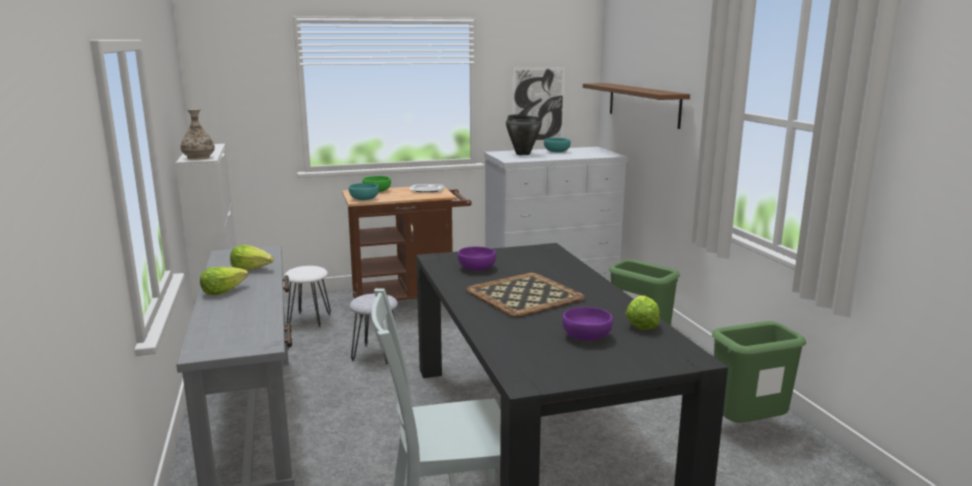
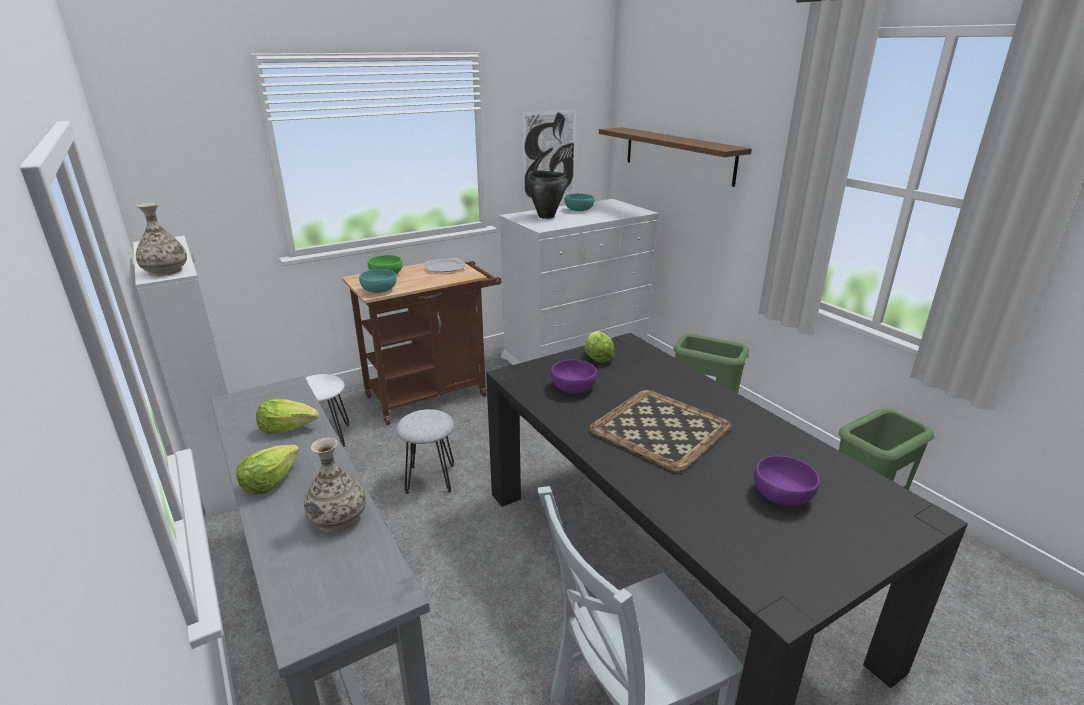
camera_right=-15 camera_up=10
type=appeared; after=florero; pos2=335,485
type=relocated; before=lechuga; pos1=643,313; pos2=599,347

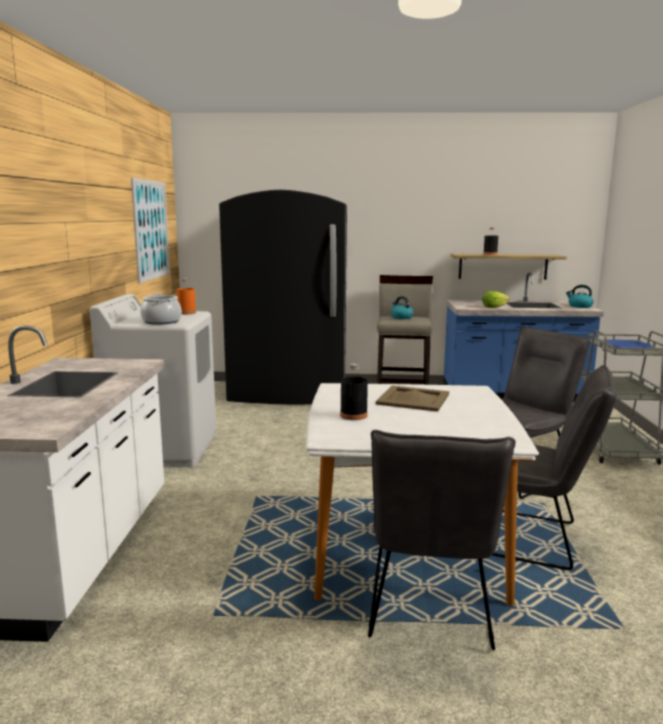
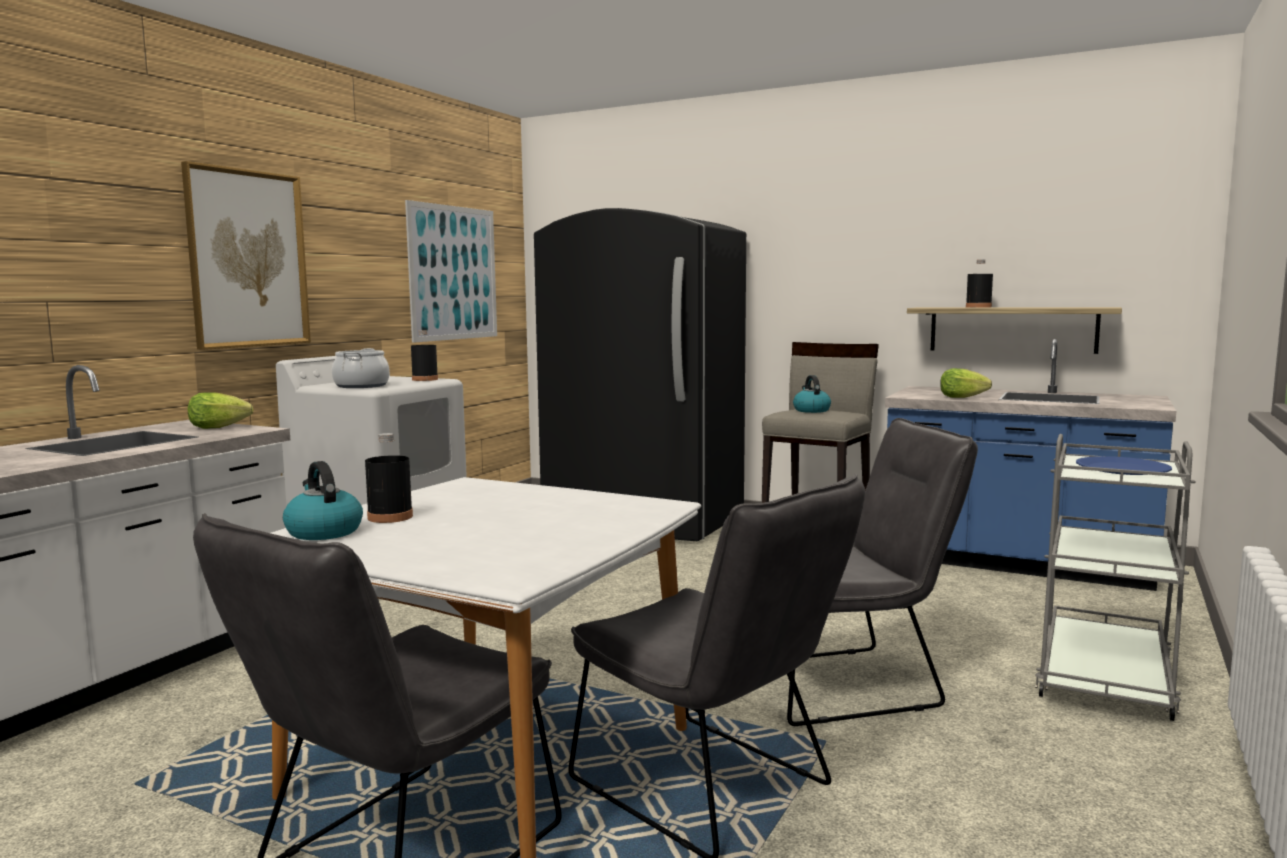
camera_right=25 camera_up=-5
type=appeared; after=cuadro; pos2=246,255
type=appeared; after=lechuga; pos2=221,410
type=relocated; before=hervidor; pos1=579,296; pos2=323,500
type=colour; before=botella/naranja; after=botella/negro; pos1=186,296; pos2=424,356
type=missing; before=bandeja/beis; pos1=412,398

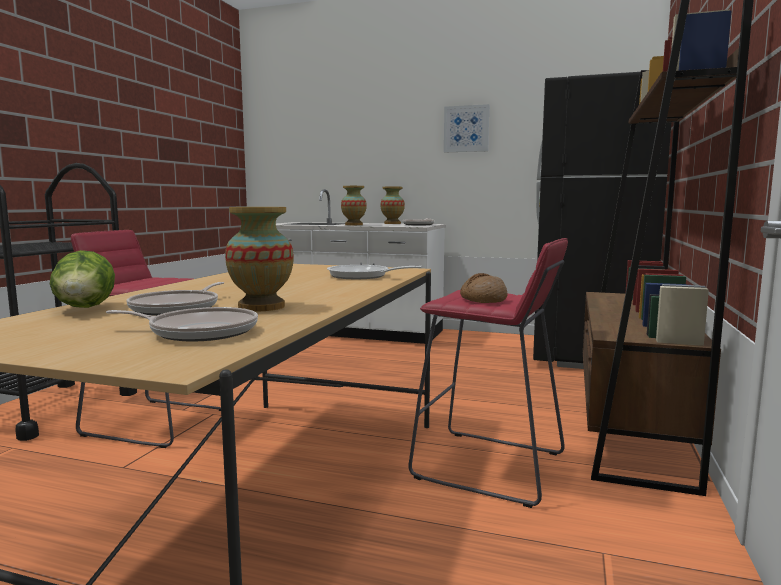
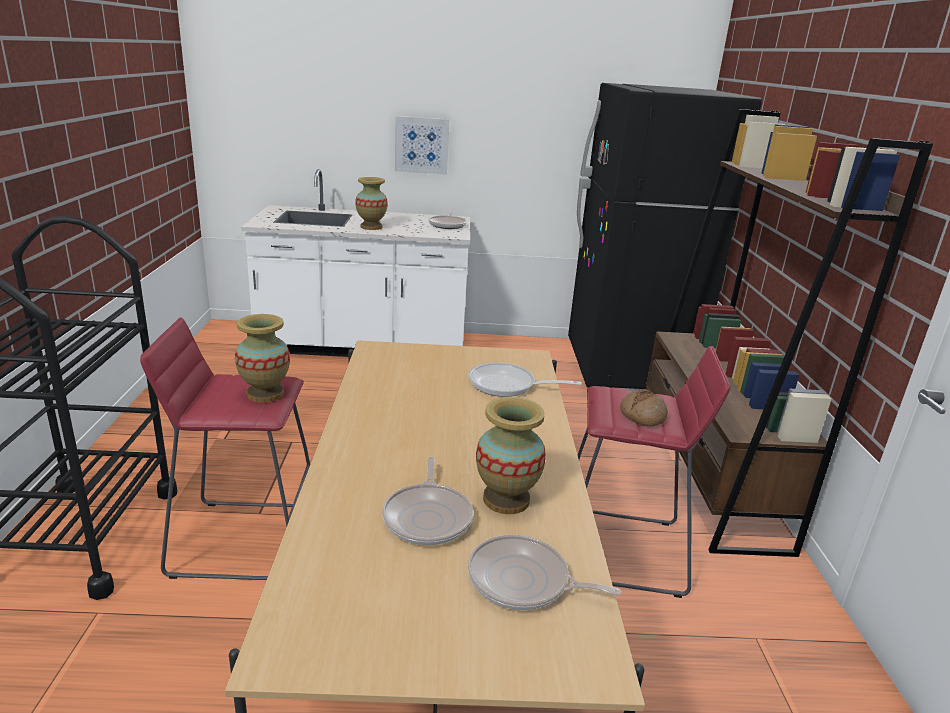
camera_right=-20 camera_up=15
type=relocated; before=florero; pos1=392,205; pos2=262,358
type=relocated; before=cuadro; pos1=466,128; pos2=422,145
type=spun; before=sartén; pos1=182,324; pos2=545,572; turn=-150
type=missing; before=lechuga; pos1=82,279

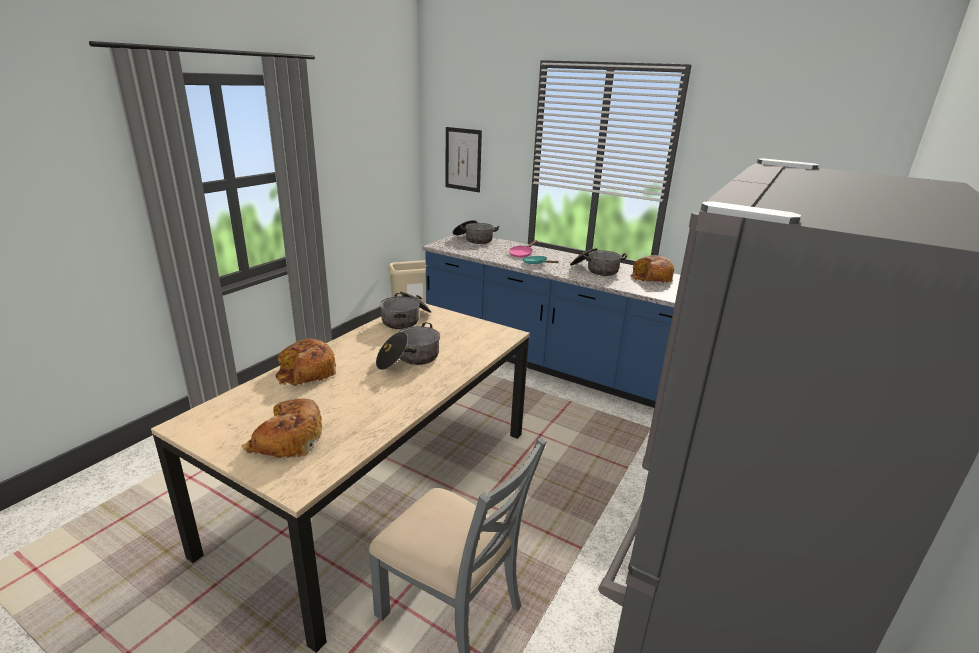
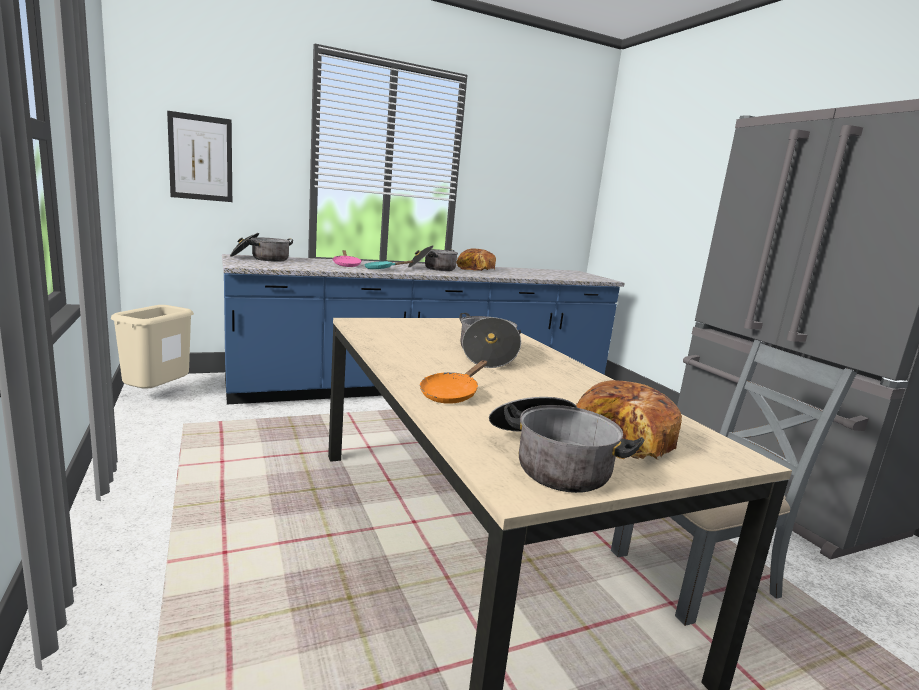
camera_right=-55 camera_up=-10
type=exchanged; before=pan; after=sartén/naranja; pos1=305,362; pos2=453,382
type=relocated; before=olla; pos1=405,310; pos2=566,445

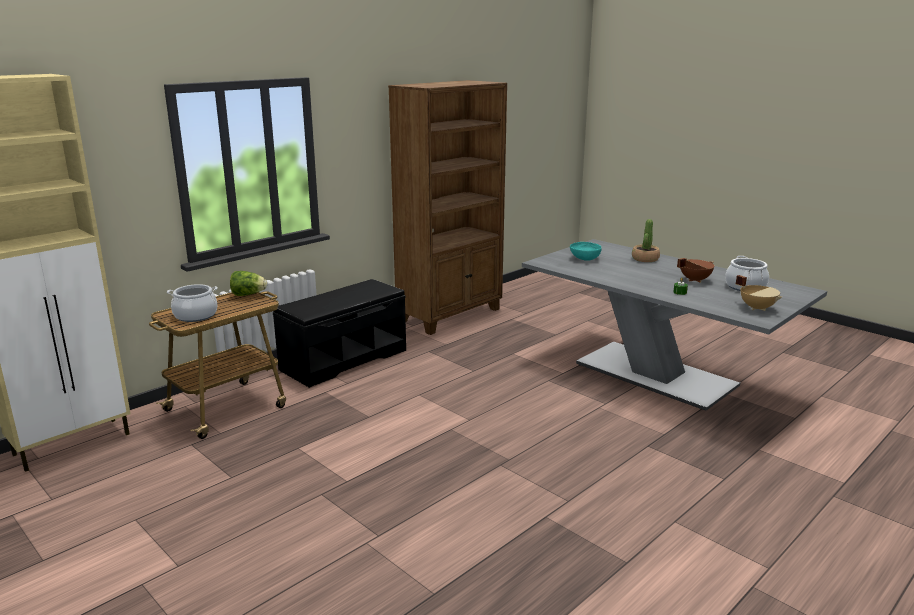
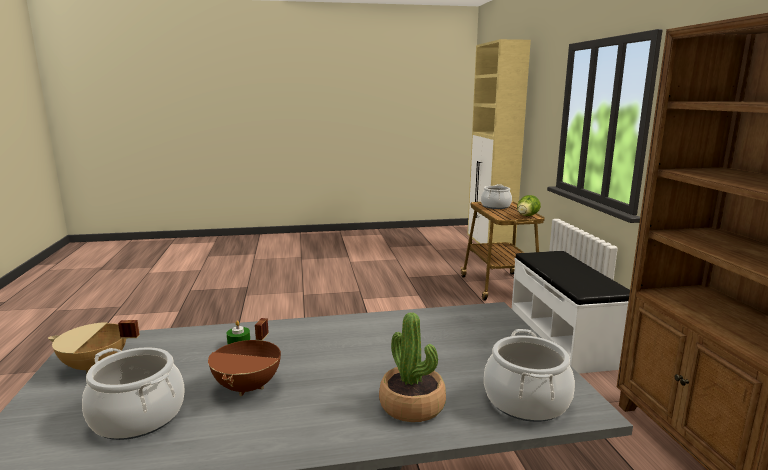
camera_right=125 camera_up=-5
type=appeared; after=olla; pos2=529,375
type=colour; before=banco/negro; after=banco/blanco; pos1=339,333; pos2=571,312
type=missing; before=cuenco/turquesa; pos1=585,251

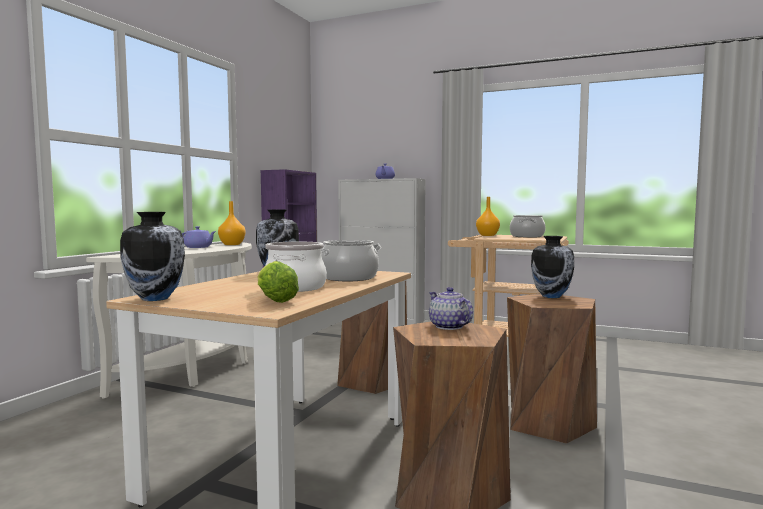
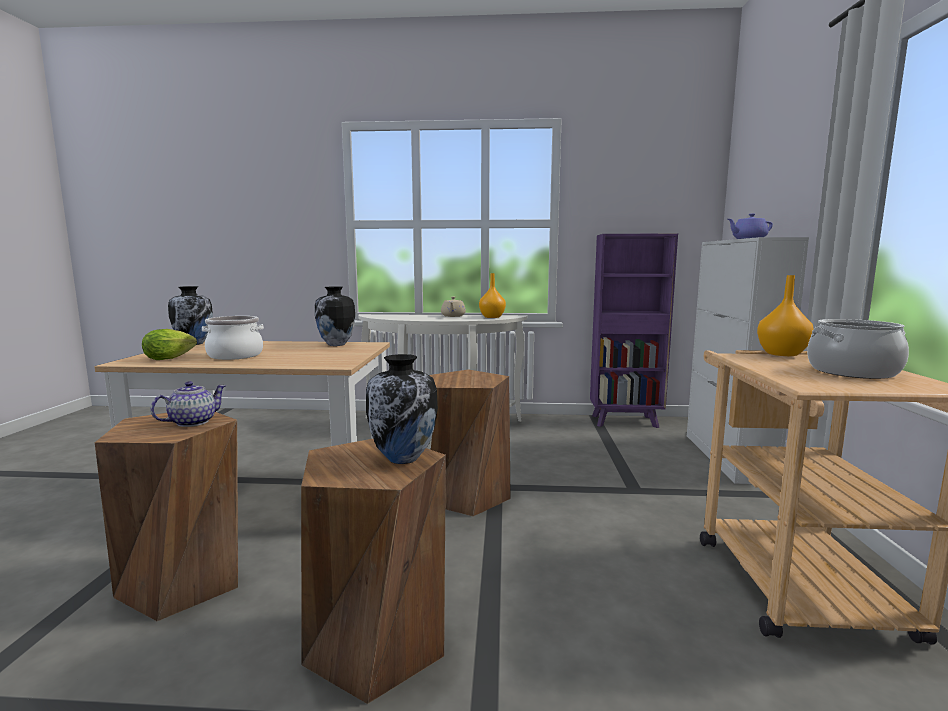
camera_right=70 camera_up=5
type=colour; before=tetera/morado; after=tetera/beis; pos1=199,237; pos2=453,307
type=missing; before=olla; pos1=351,260

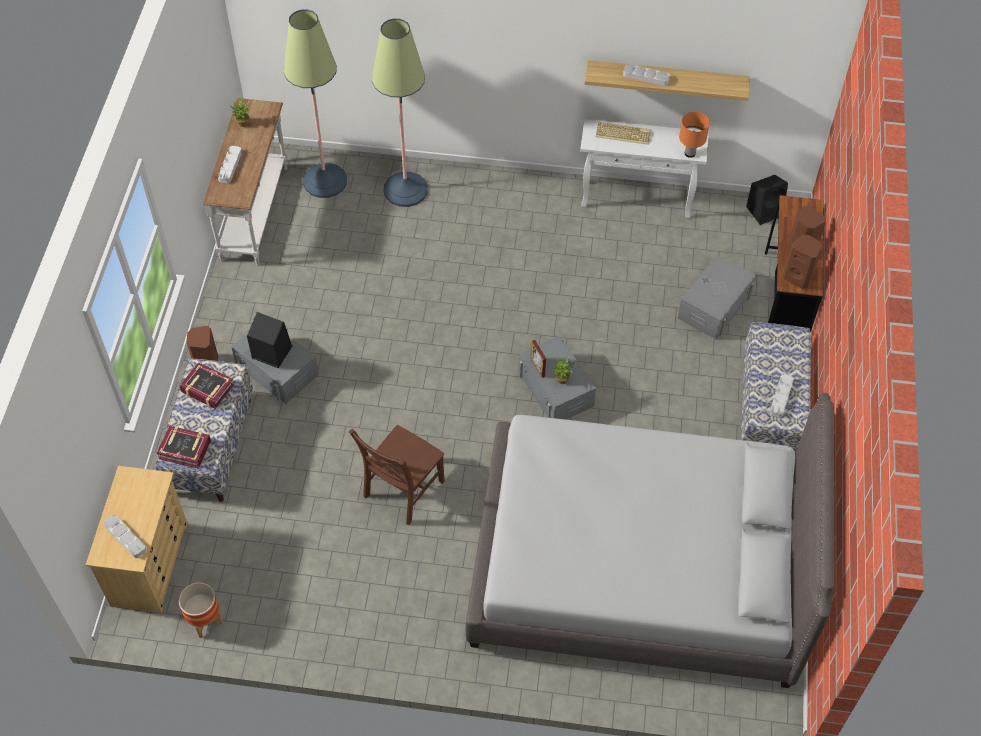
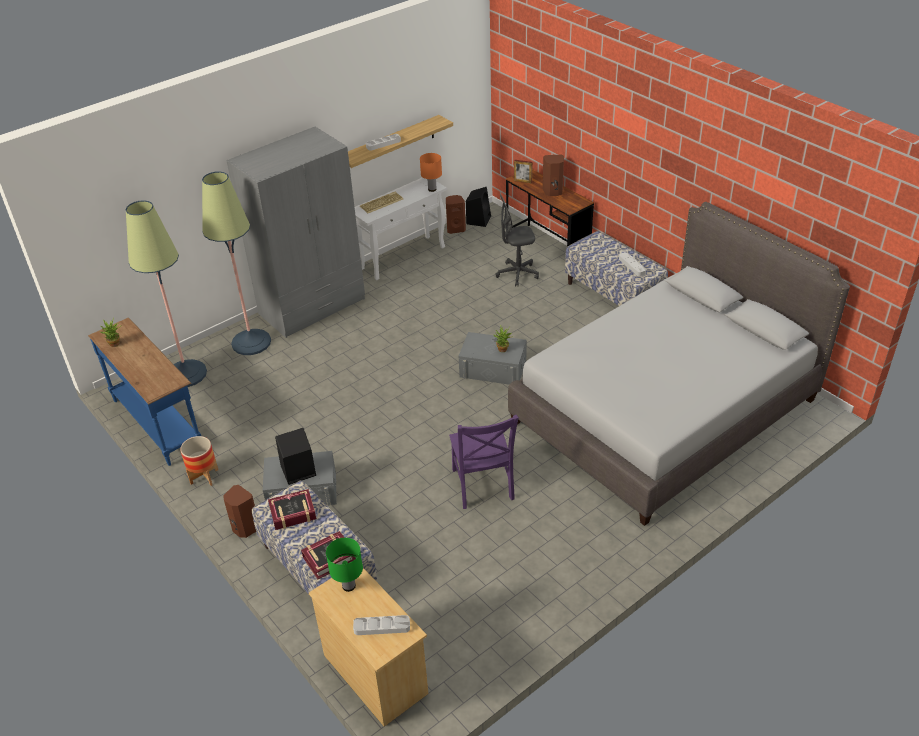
camera_right=-45 camera_up=-15
type=colour; before=mesa consola/blanco; after=mesa consola/azul; pos1=245,182; pos2=144,392
type=relocated; before=maceta; pos1=201,610; pos2=199,461
type=appeared; after=armario ropero/gris; pos2=295,232
type=appeared; after=lámpara de mesa/verde; pos2=344,565
type=relocated; before=altavoz/marrón; pos1=802,262; pos2=456,214
type=colour; before=silla/marrón; after=silla/morado; pos1=396,475; pos2=484,462
type=exchanged; before=caja de almacenaje/gris; after=silla de oficina/gris; pos1=717,297; pos2=517,240
type=relocated; before=portarretratos; pos1=538,358; pos2=523,171
type=missing; before=bandeja/gris; pos1=230,164

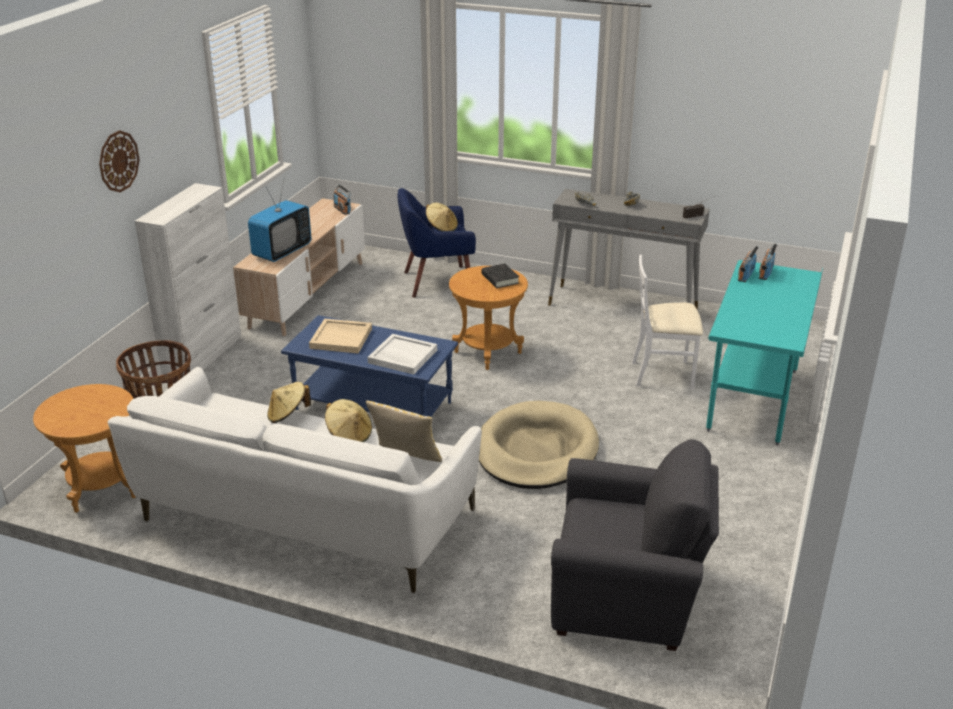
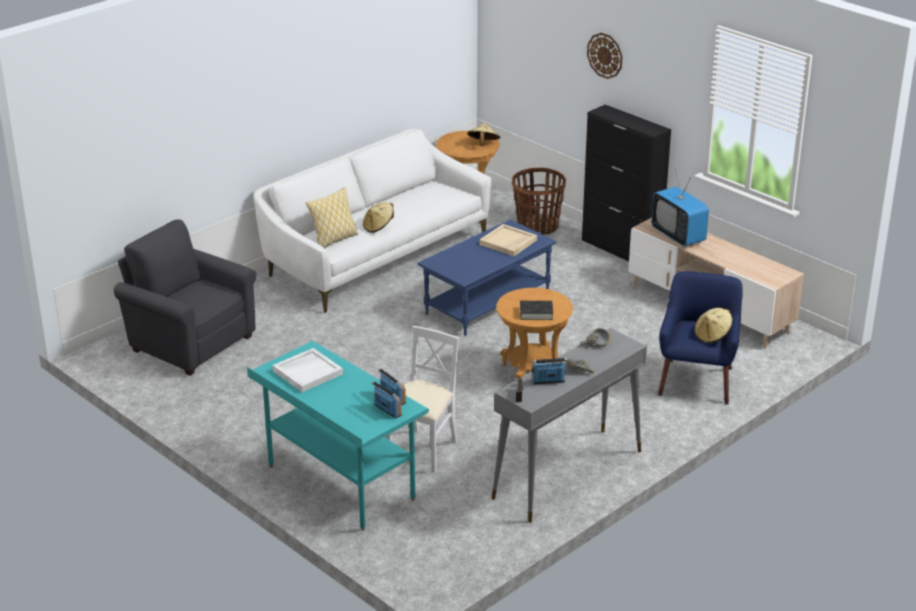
camera_right=115 camera_up=0
type=spun; before=sillón/gris; pos1=635,545; pos2=185,297; turn=90
type=relocated; before=bandeja/blanco; pos1=402,354; pos2=308,370
type=relocated; before=sombrero/beis; pos1=289,402; pos2=483,134
type=relocated; before=radio; pos1=342,199; pos2=549,371
type=colour; before=armario/blanco; after=armario/negro; pos1=188,282; pos2=626,183
type=missing; before=cama para perro/beis; pos1=539,445

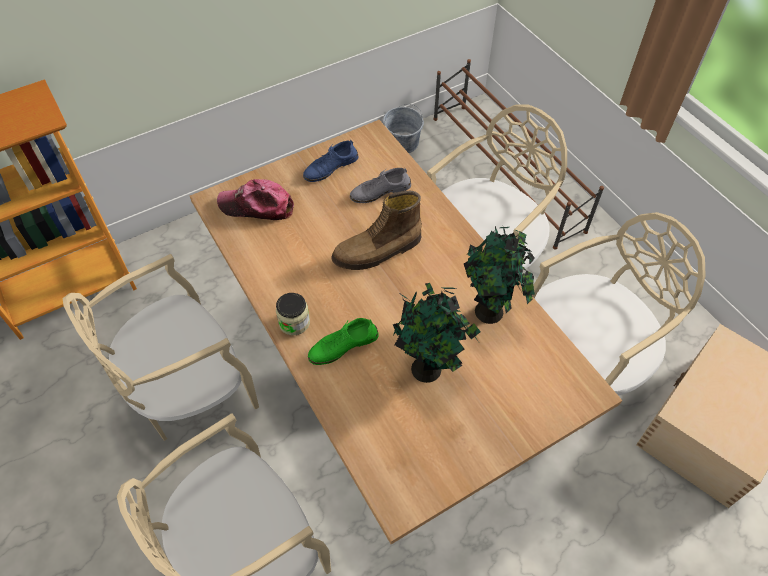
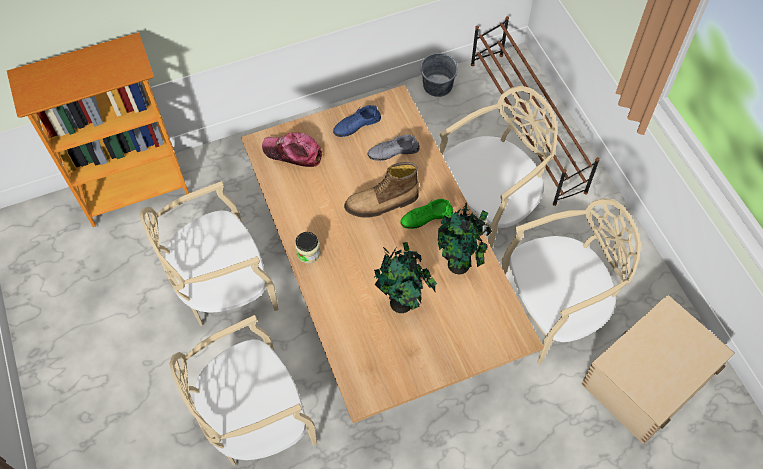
camera_right=10 camera_up=5
type=relocated; before=zapato/verde; pos1=343,341; pos2=426,214

